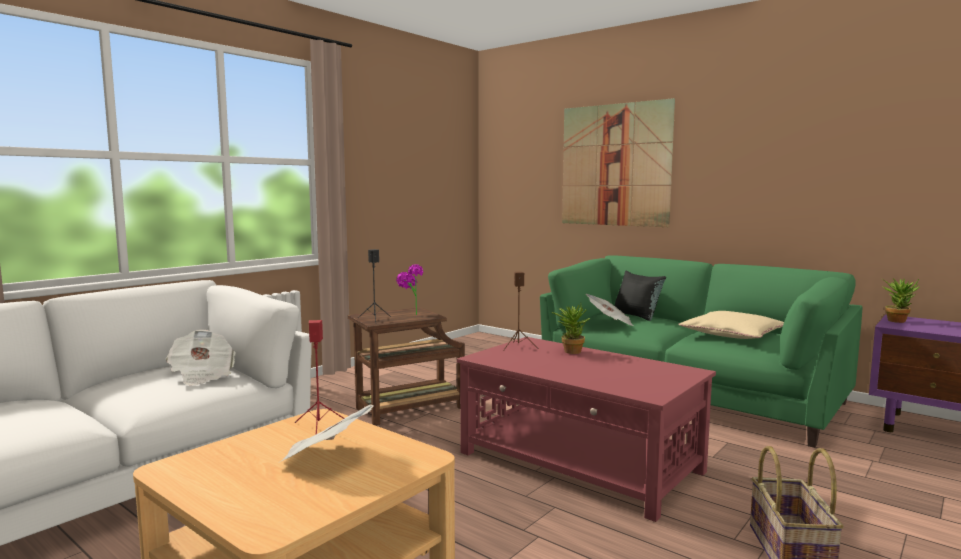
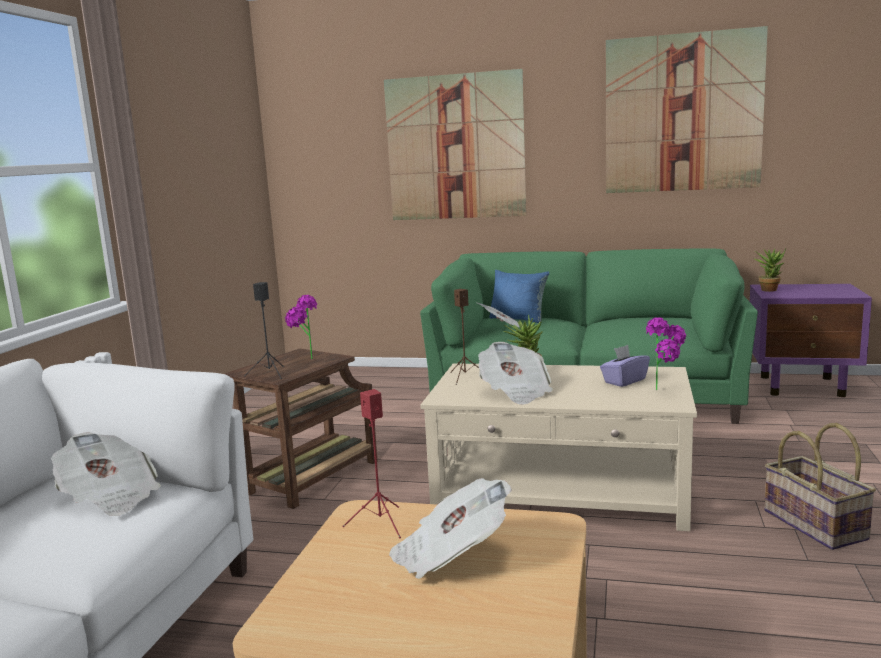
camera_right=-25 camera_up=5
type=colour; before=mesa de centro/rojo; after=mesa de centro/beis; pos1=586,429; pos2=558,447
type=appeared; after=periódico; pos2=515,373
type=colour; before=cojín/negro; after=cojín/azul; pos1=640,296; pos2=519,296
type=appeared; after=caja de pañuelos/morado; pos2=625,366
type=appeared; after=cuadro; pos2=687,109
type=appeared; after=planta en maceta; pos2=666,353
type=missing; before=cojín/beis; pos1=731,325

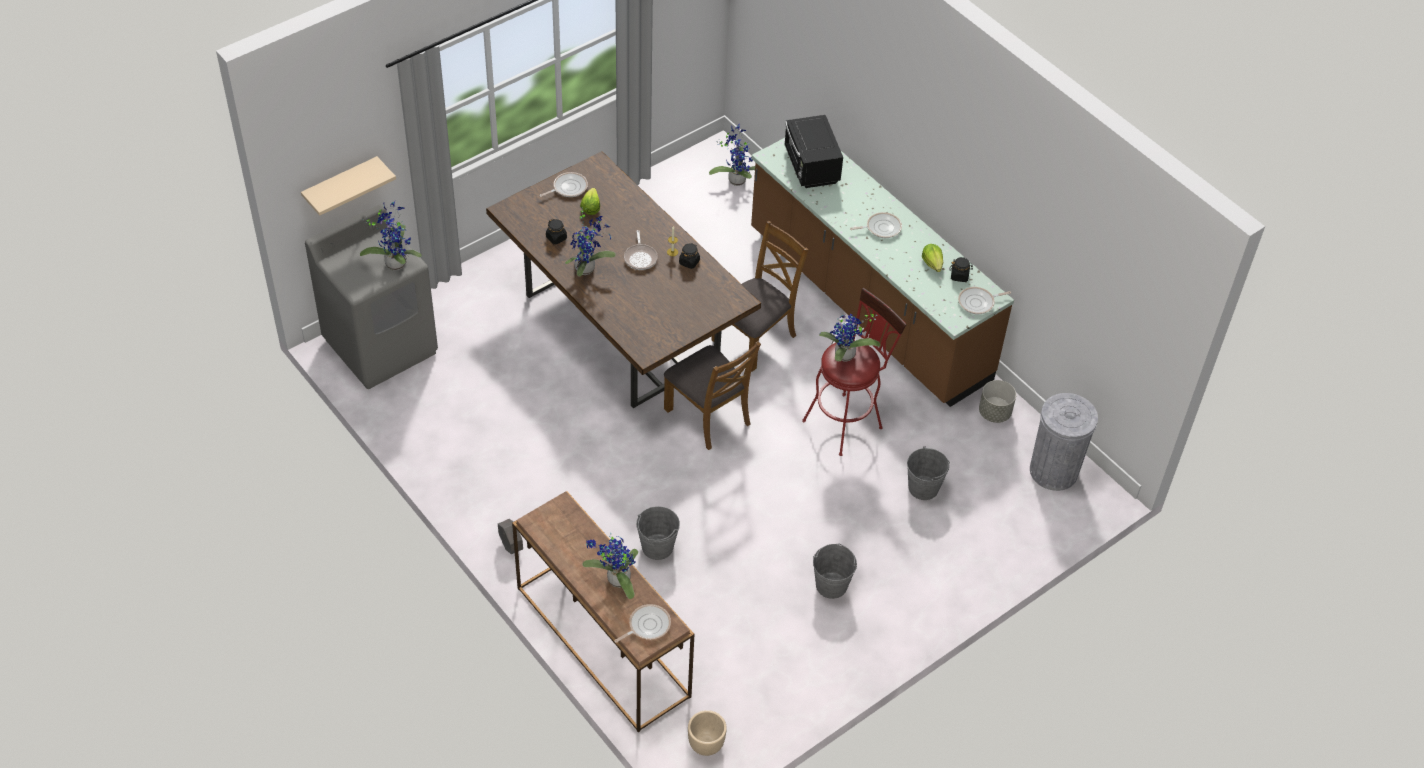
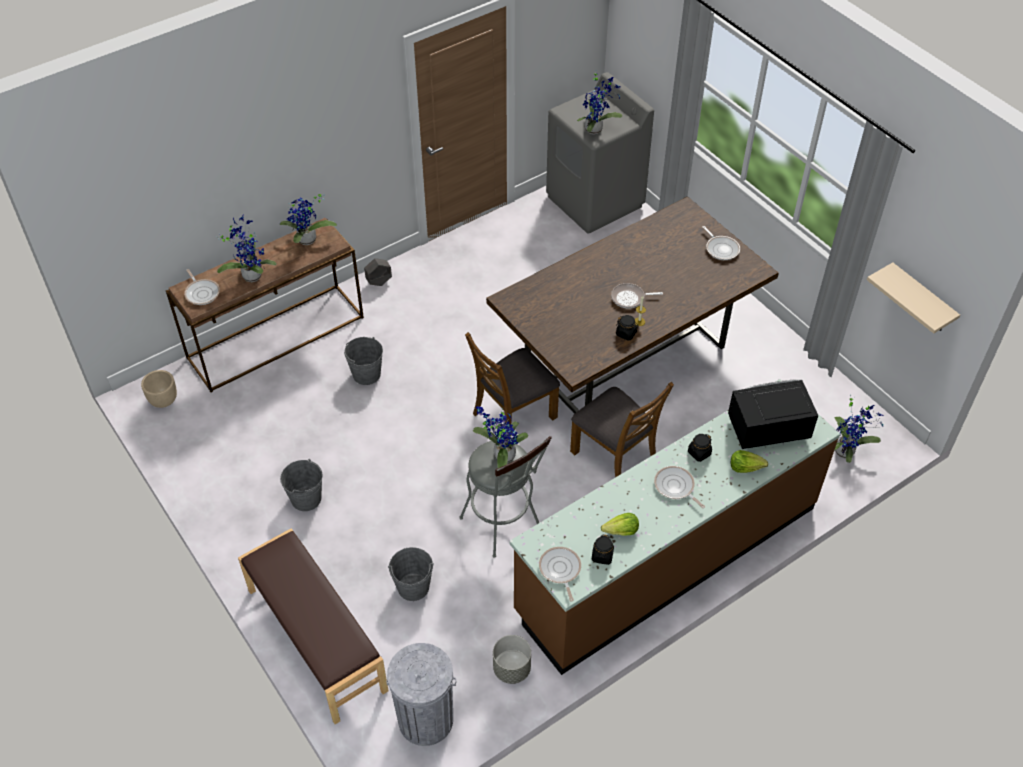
camera_right=95 camera_up=0
type=appeared; after=banco/marrón; pos2=313,626
type=relocated; before=planta en maceta; pos1=590,241; pos2=308,219
type=colour; before=taburete/rojo; after=taburete/gris; pos1=854,372; pos2=505,497
type=spun; before=sartén; pos1=876,225; pos2=679,487; turn=150
type=relocated; before=tarro/negro; pos1=556,232; pos2=700,448
type=relocated; before=lechuga; pos1=590,201; pos2=749,461
type=relocated; before=estante/beis; pos1=348,186; pos2=913,298

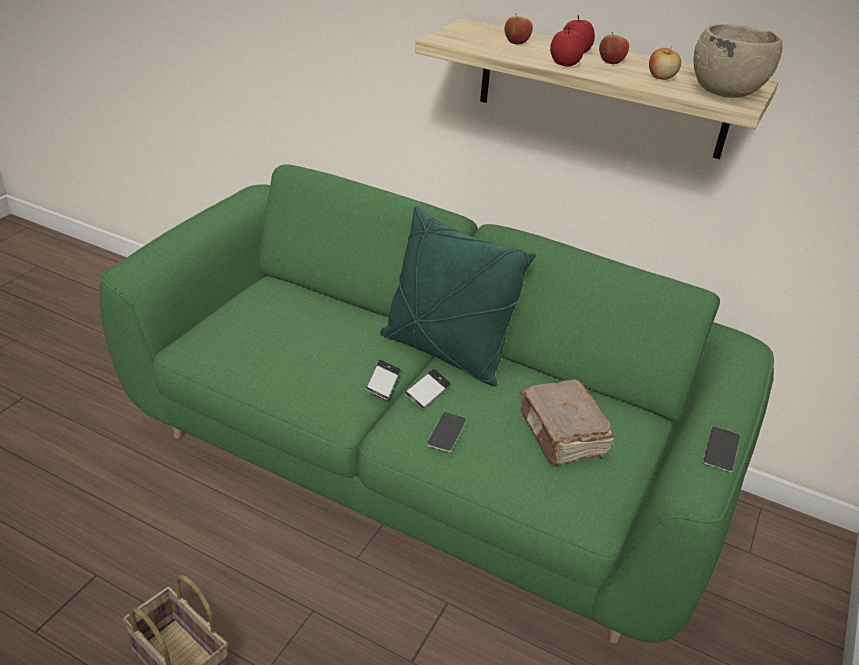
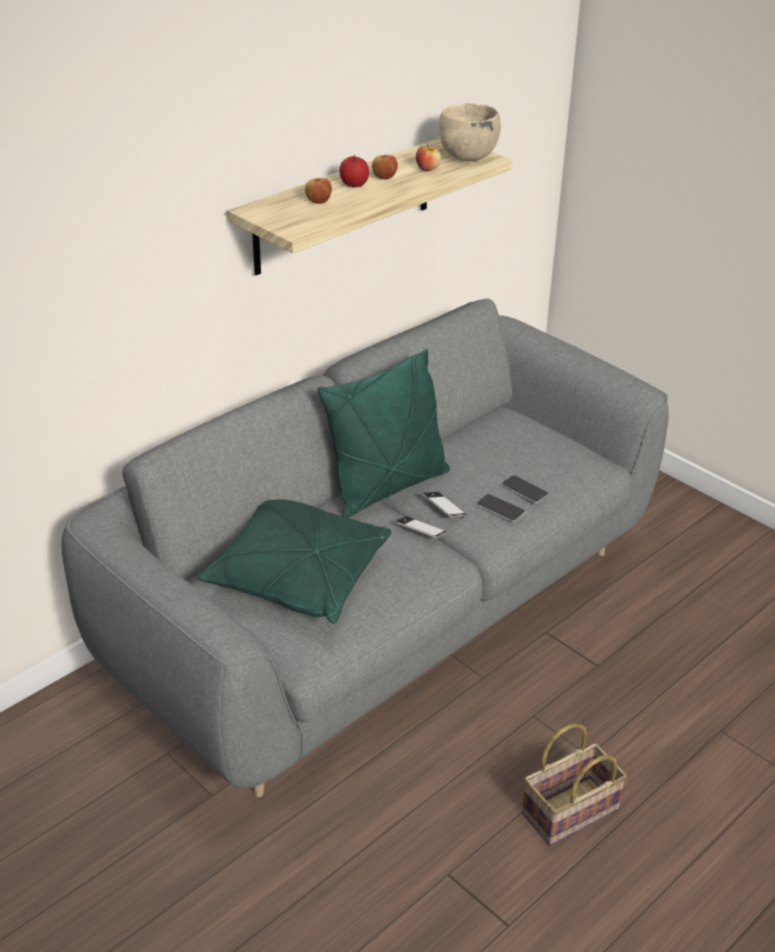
camera_right=-70 camera_up=0
type=colour; before=sofá/verde; after=sofá/gris; pos1=437,403; pos2=365,548
type=appeared; after=cojín/verde; pos2=293,562
type=relocated; before=móvil; pos1=721,449; pos2=525,489
type=missing; before=libro/marrón; pos1=567,422
type=missing; before=manzana; pos1=567,46

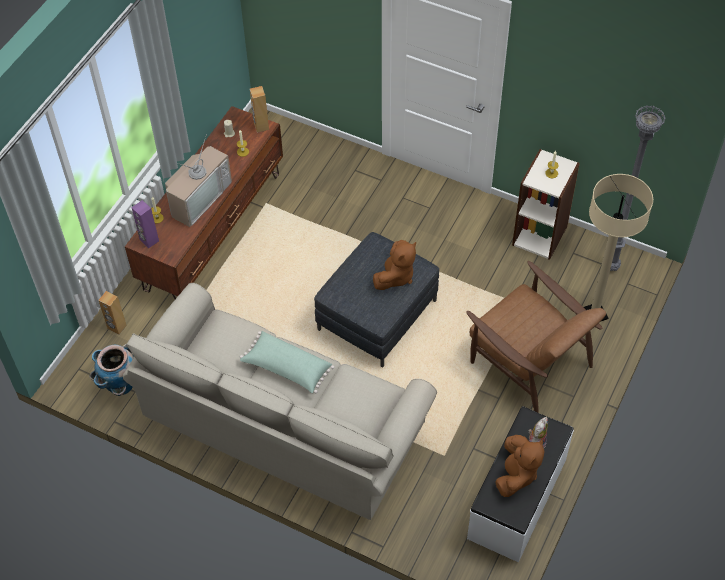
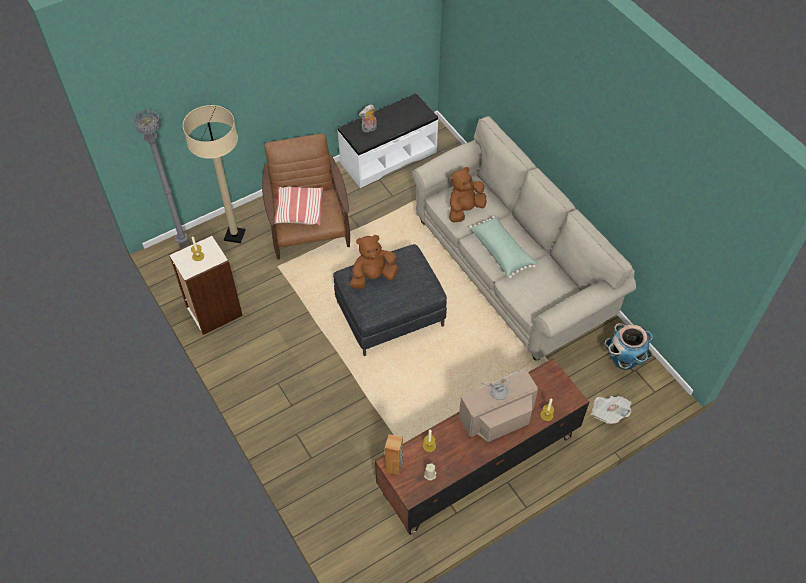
camera_right=-150 camera_up=0
type=appeared; after=cojín; pos2=298,206
type=relocated; before=peluche/marrón; pos1=519,466; pos2=468,194
type=exchanged; before=altavoz/marrón; after=periódico; pos1=112,313; pos2=611,410
type=missing; before=altavoz/morado; pos1=145,224

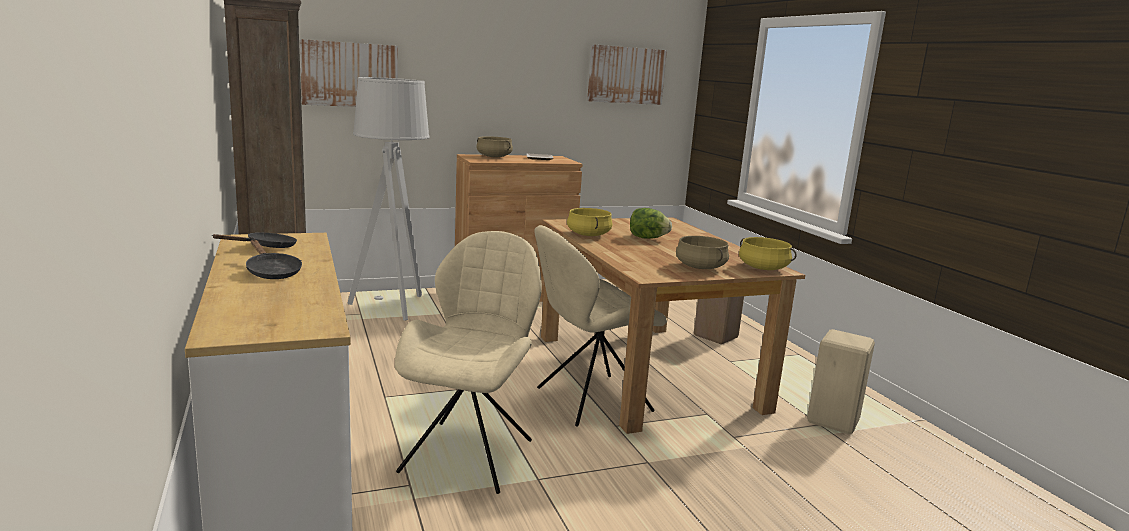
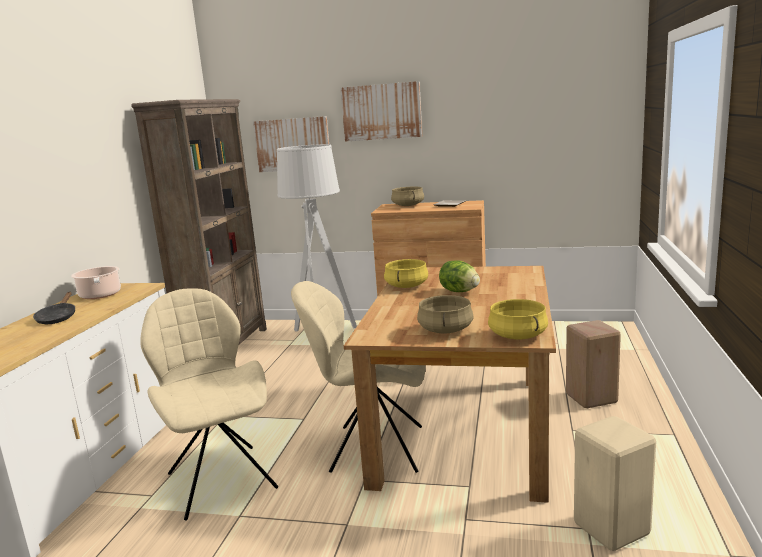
camera_right=35 camera_up=0
type=exchanged; before=sartén/negro; after=olla; pos1=254,240; pos2=96,282
type=spun; before=silla/beis; pos1=468,362; pos2=209,404; turn=-75
type=relocated; before=cuadro; pos1=627,74; pos2=381,111

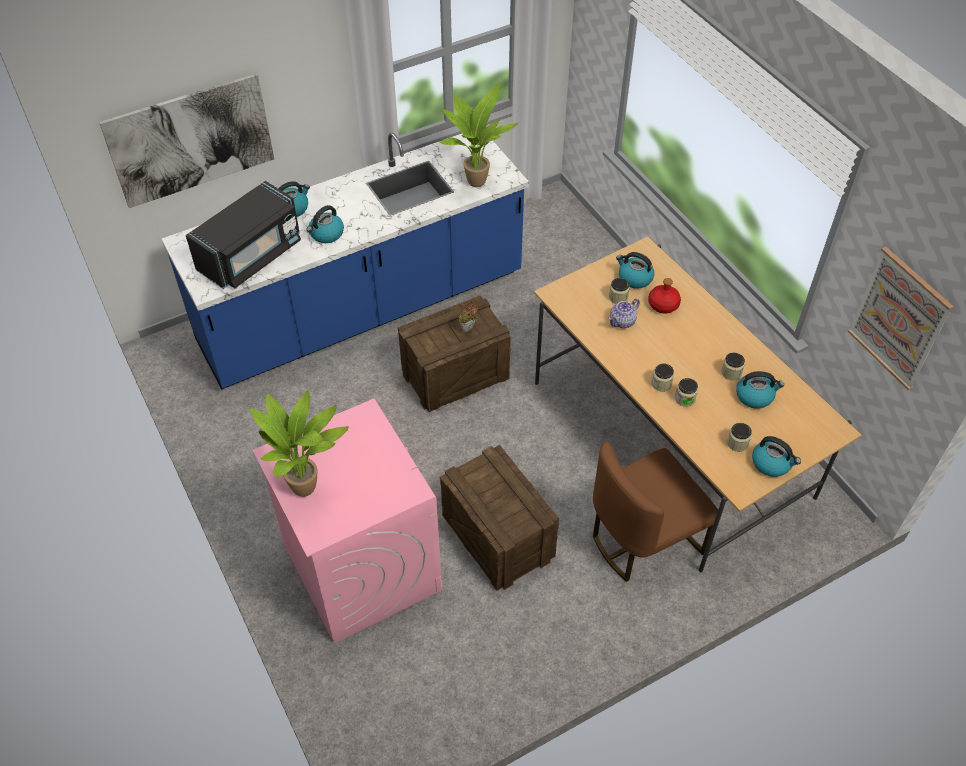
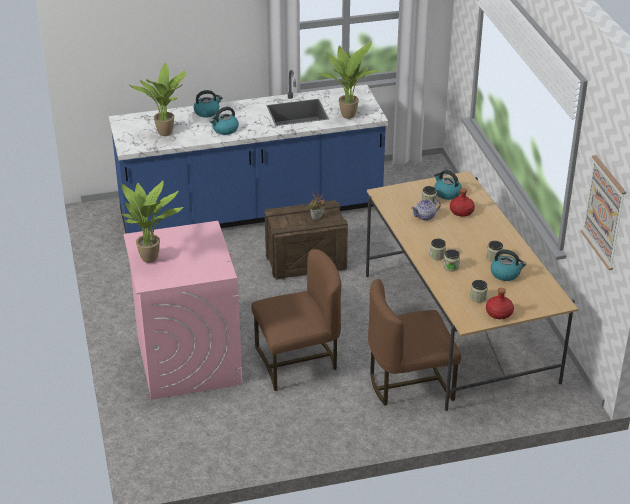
camera_right=15 camera_up=-15
type=exchanged; before=microondas/negro; after=planta en maceta; pos1=243,235; pos2=158,99
type=exchanged; before=caja de embalaje; after=silla/marrón; pos1=499,518; pos2=296,320
type=exchanged; before=hervidor; after=botella/rojo; pos1=776,456; pos2=500,303
type=missing; before=cuadro; pos1=186,140

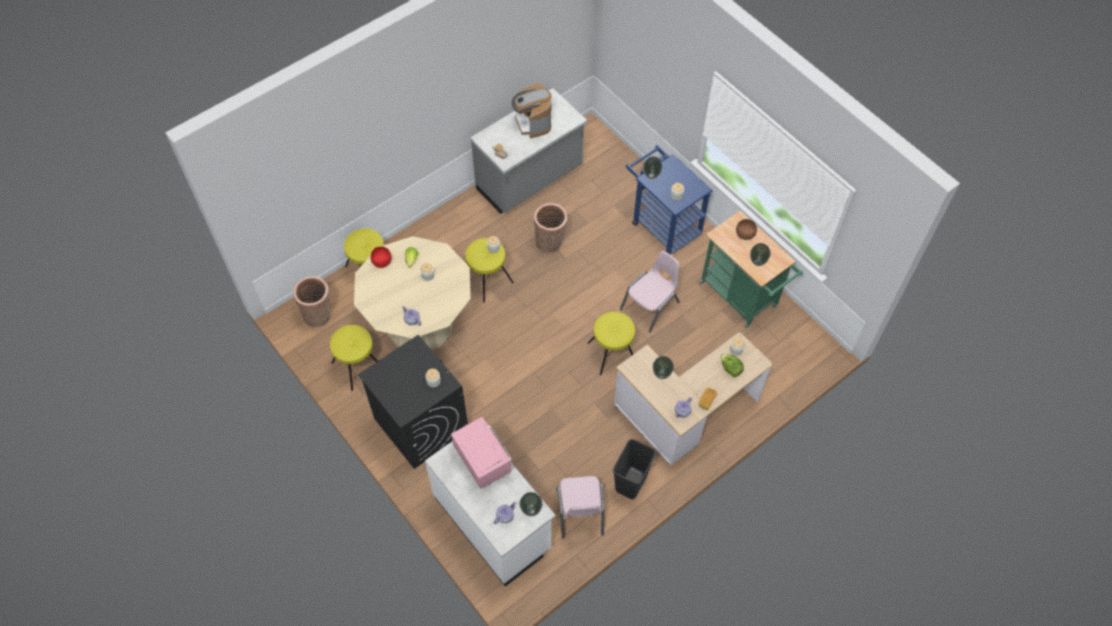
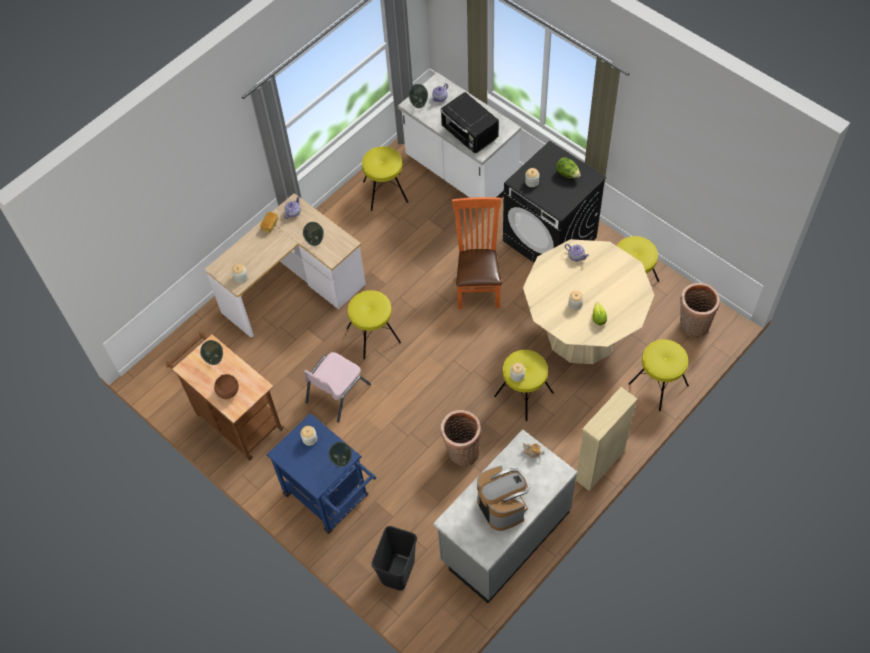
camera_right=175 camera_up=0
type=colour; before=carrito/verde; after=carrito/marrón; pos1=751,269; pos2=224,396
type=exchanged; before=silla/rosa; after=taburete/amarillo; pos1=580,507; pos2=385,178
type=relocated; before=papelera/negro; pos1=634,469; pos2=394,558
type=colour; before=microondas/rosa; after=microondas/negro; pos1=481,453; pos2=469,122
type=appeared; after=silla/naranja; pos2=477,253
type=relocated; before=lechuga; pos1=732,365; pos2=568,167
type=appeared; after=estantería/beis; pos2=606,439
type=missing; before=cuenco/rojo; pos1=381,257

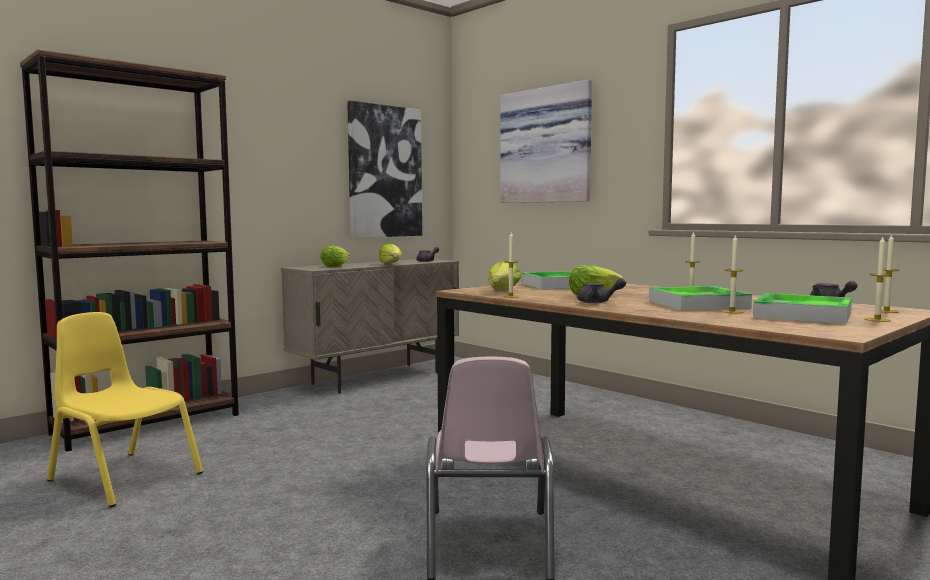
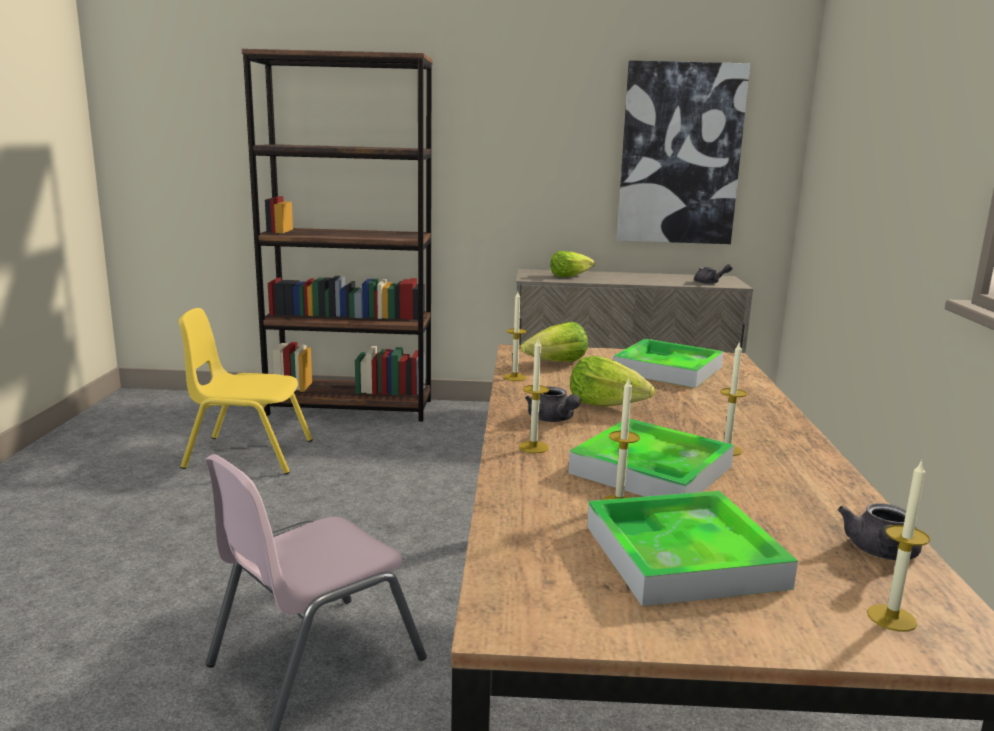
camera_right=45 camera_up=10
type=spun; before=silla/amarillo; pos1=125,409; pos2=246,391; turn=-75
type=relocated; before=vela; pos1=878,279; pos2=534,396
type=missing; before=lechuga; pos1=390,254
type=missing; before=cuadro; pos1=546,141

